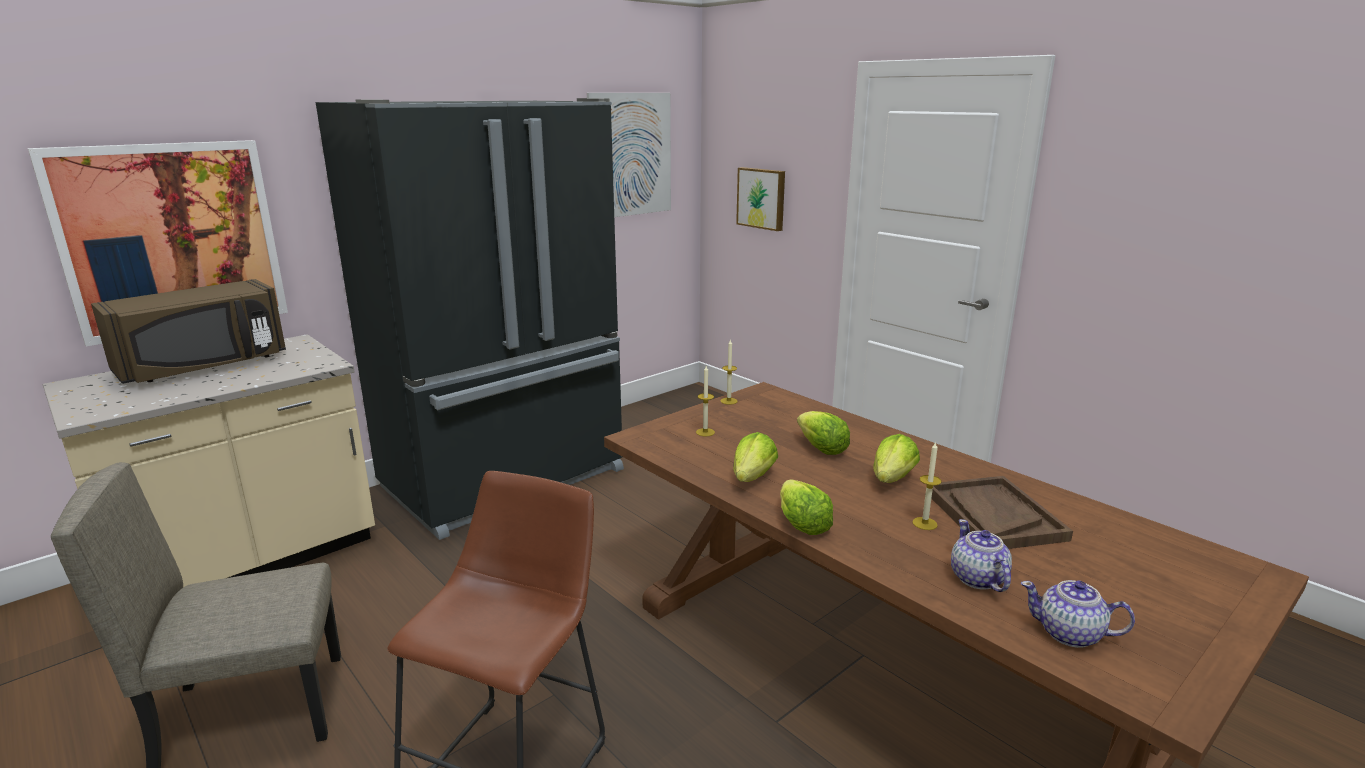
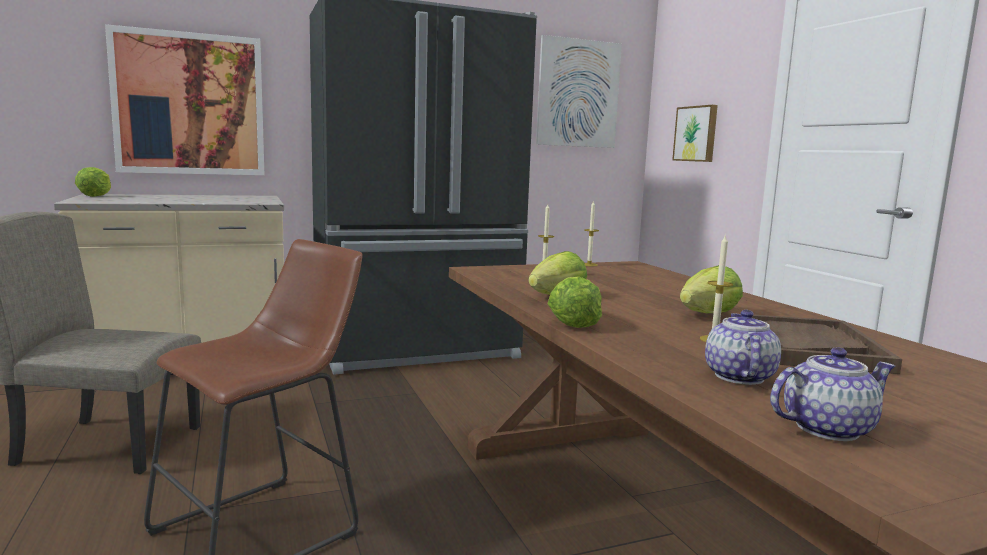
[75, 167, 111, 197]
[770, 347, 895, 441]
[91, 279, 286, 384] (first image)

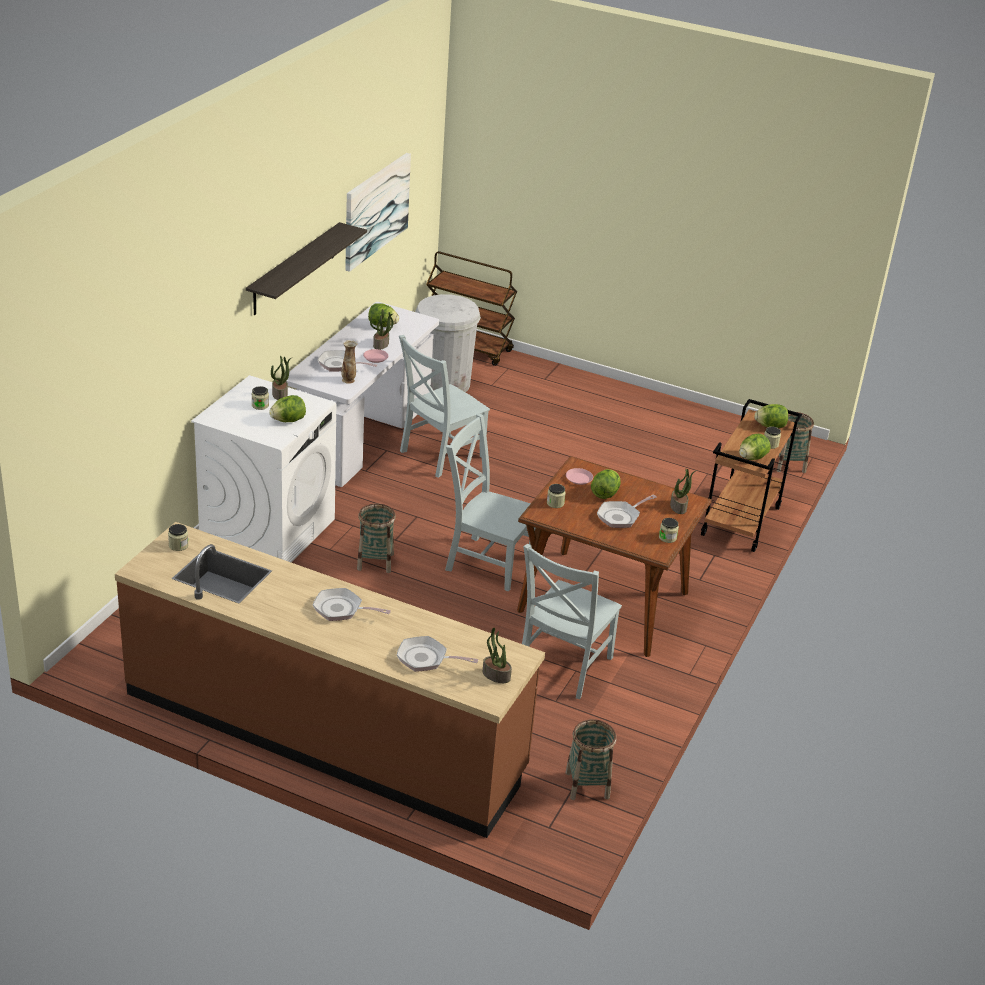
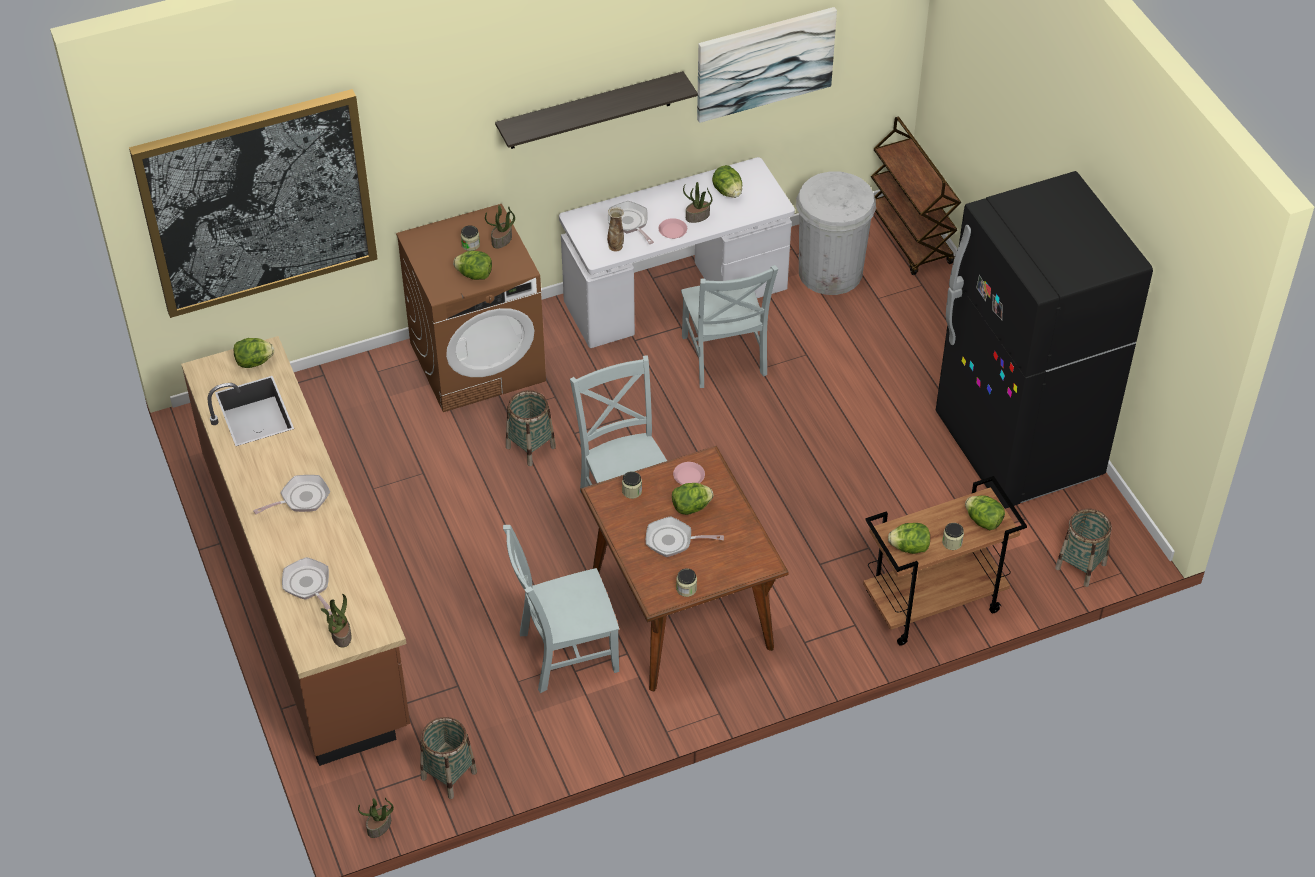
[129, 89, 378, 318]
[233, 338, 274, 368]
[253, 475, 330, 514]
[358, 798, 394, 838]
[396, 204, 546, 412]
[681, 265, 778, 388]
[936, 171, 1153, 509]

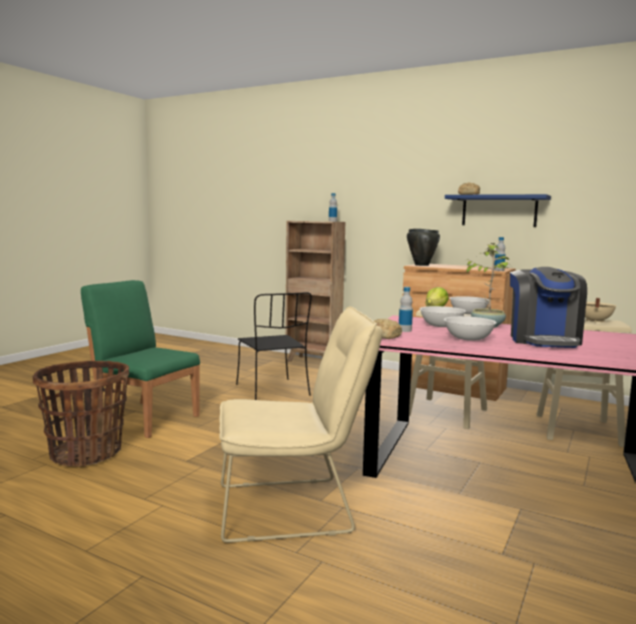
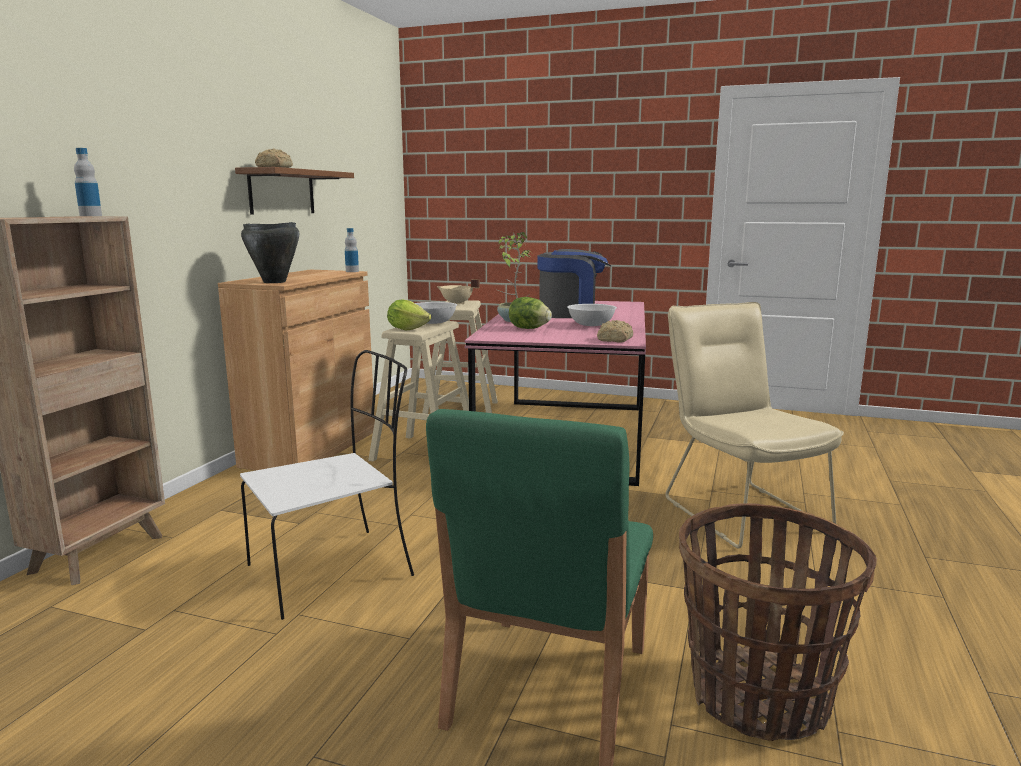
[235, 167, 354, 215]
[240, 350, 414, 620]
[509, 297, 552, 329]
[399, 287, 413, 332] (first image)

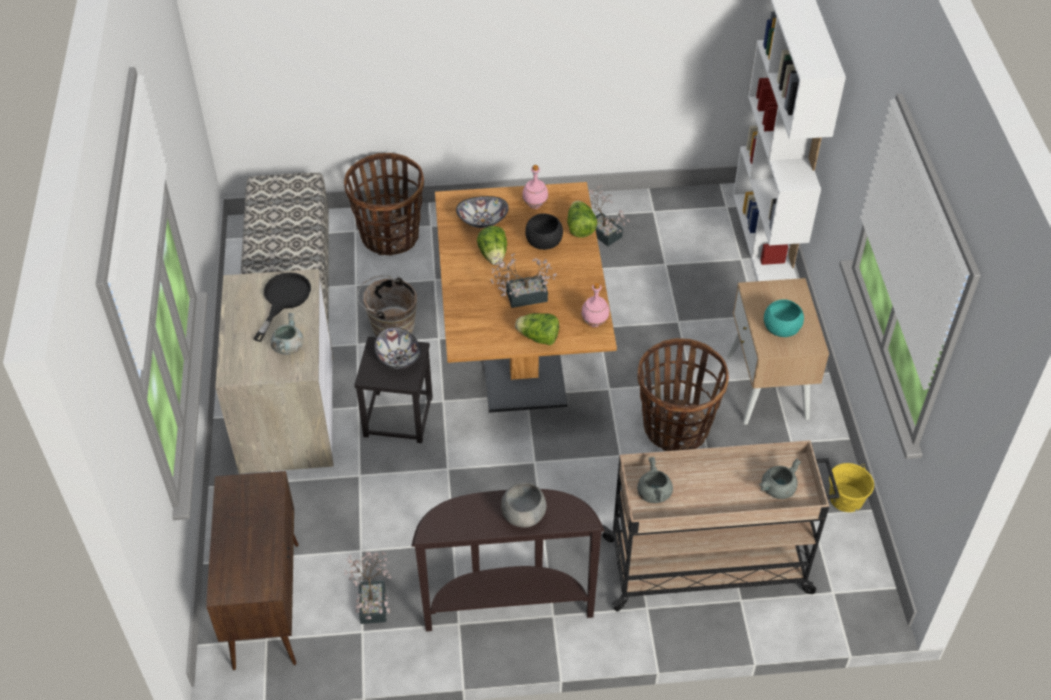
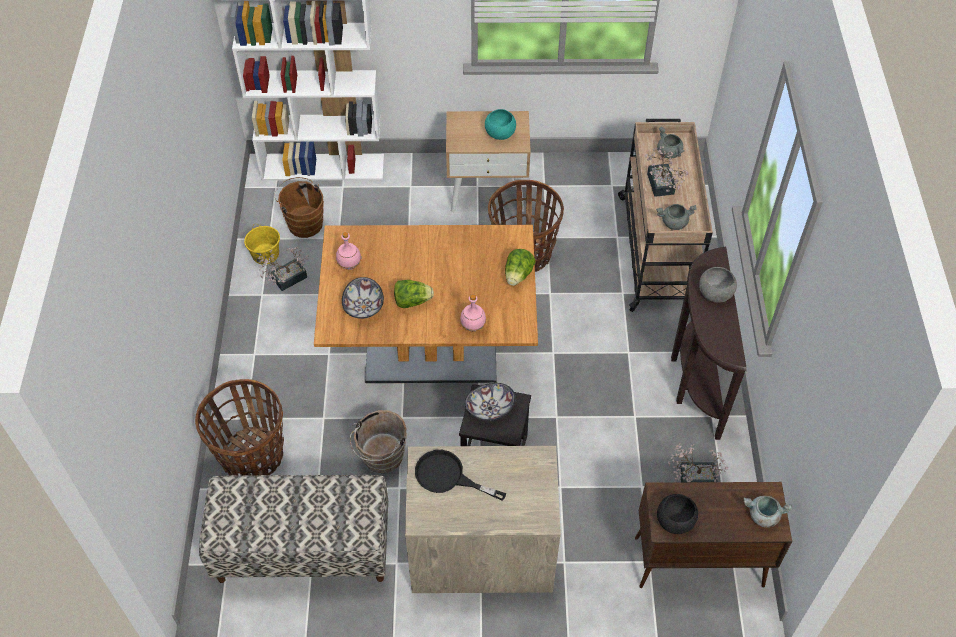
[244, 224, 280, 265]
[275, 177, 324, 238]
[460, 294, 486, 332]
[645, 146, 688, 197]
[657, 494, 698, 534]
[744, 496, 792, 528]
[567, 201, 597, 238] (first image)

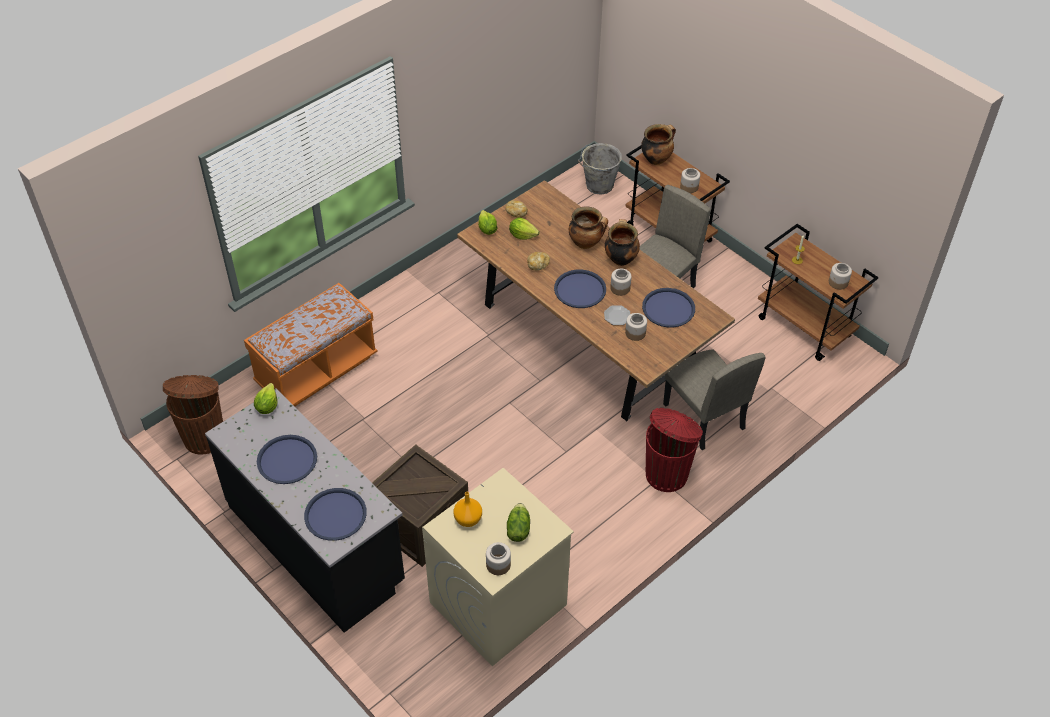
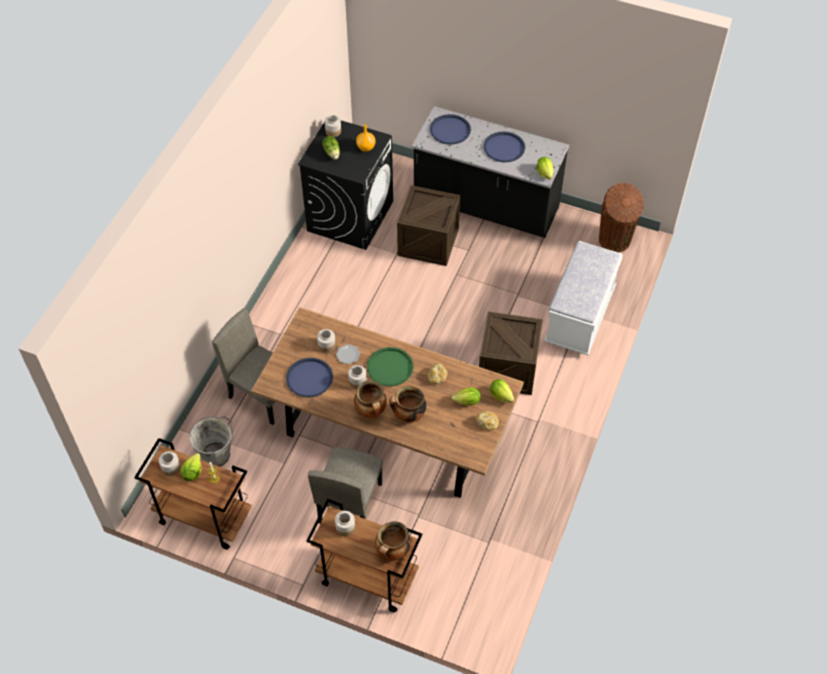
[181, 453, 202, 481]
[189, 416, 233, 467]
[298, 120, 393, 250]
[367, 347, 414, 386]
[479, 311, 543, 395]
[544, 241, 623, 355]
[646, 408, 703, 492] (first image)

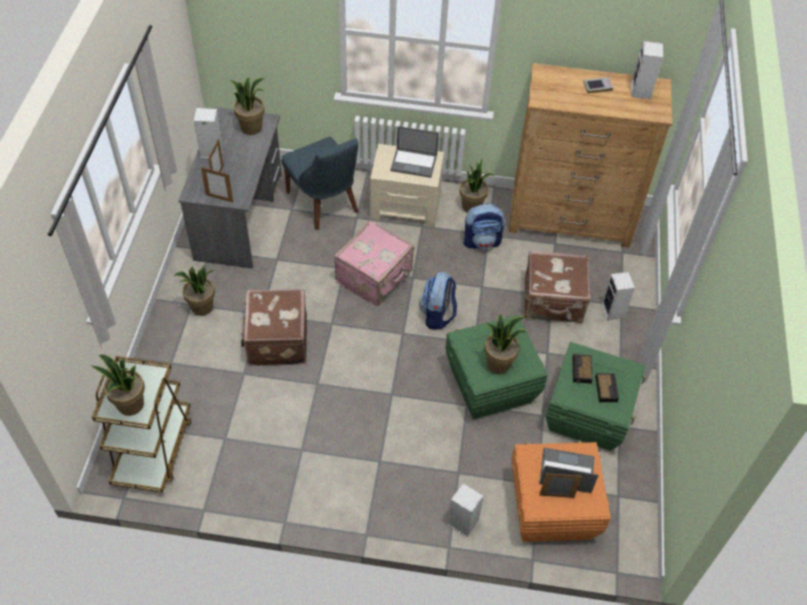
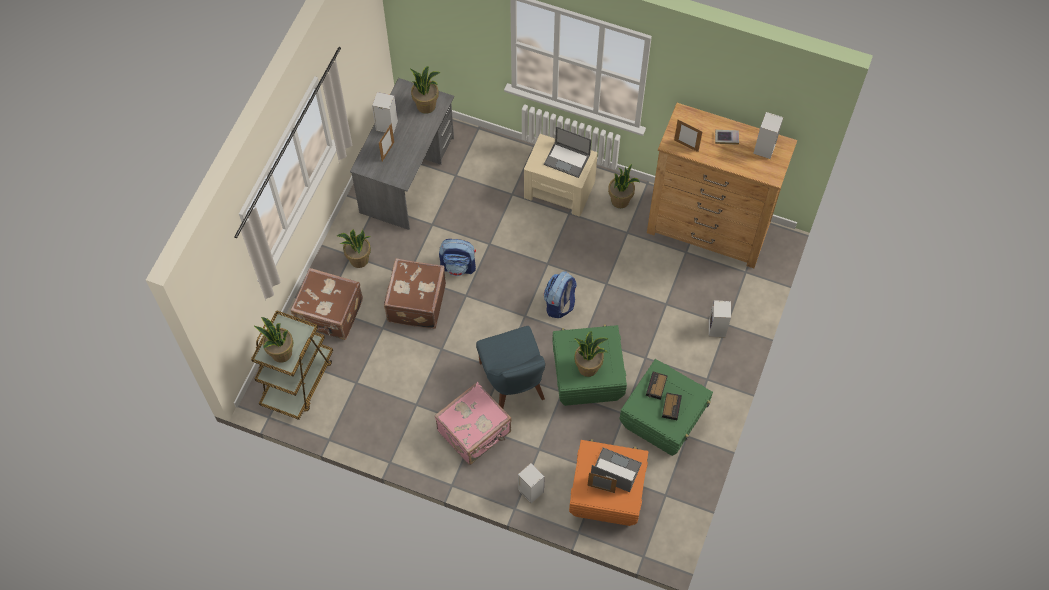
[291, 268, 363, 340]
[435, 382, 512, 465]
[439, 239, 476, 276]
[476, 326, 545, 409]
[674, 120, 703, 152]

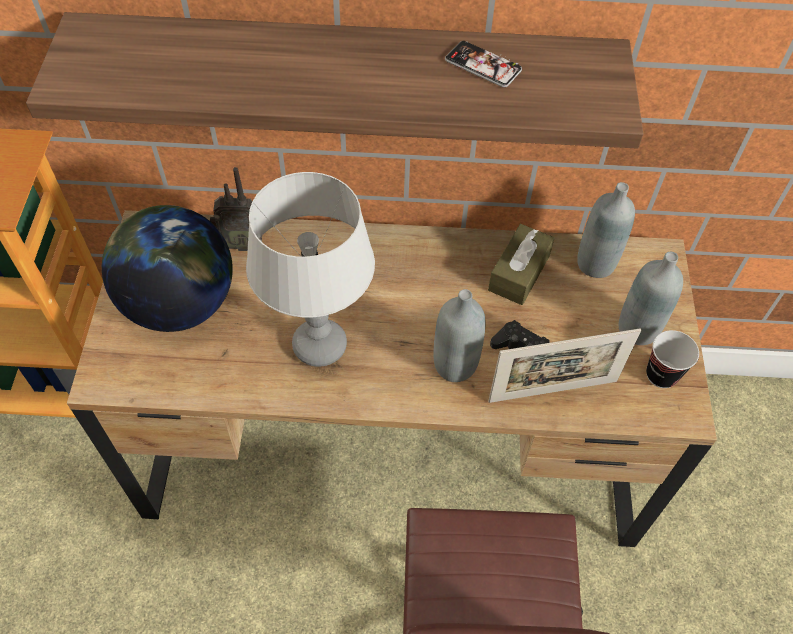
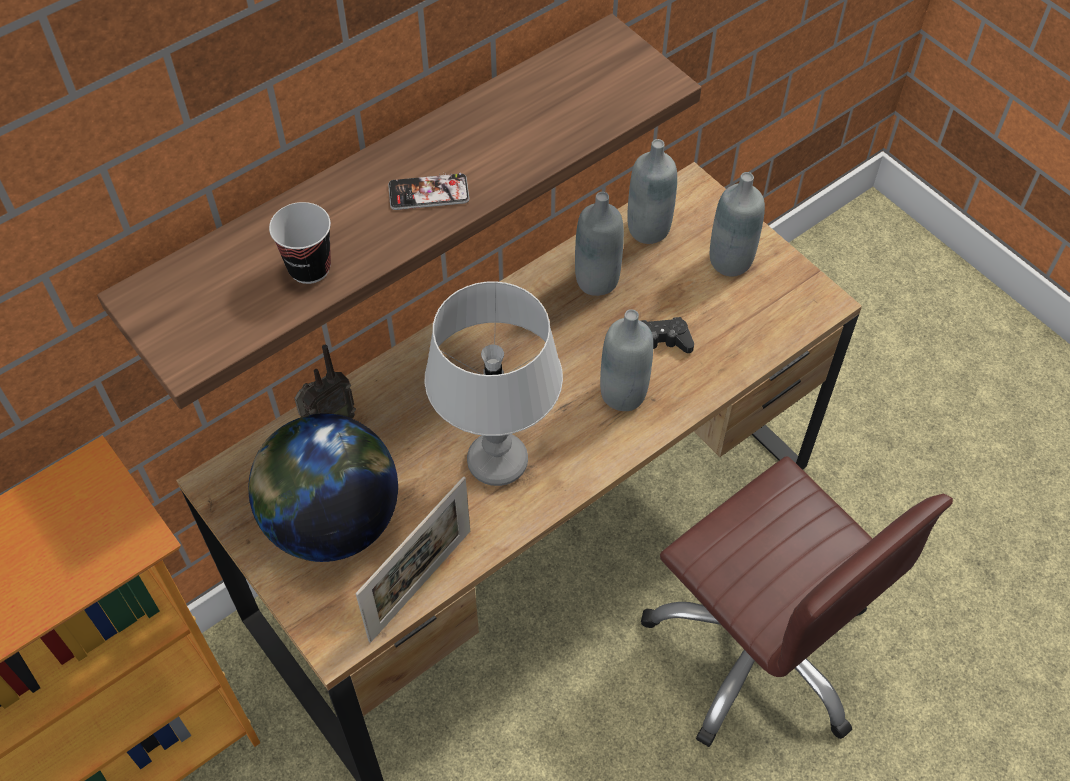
[269, 202, 331, 284]
[356, 477, 470, 643]
[388, 173, 469, 210]
[575, 192, 624, 296]

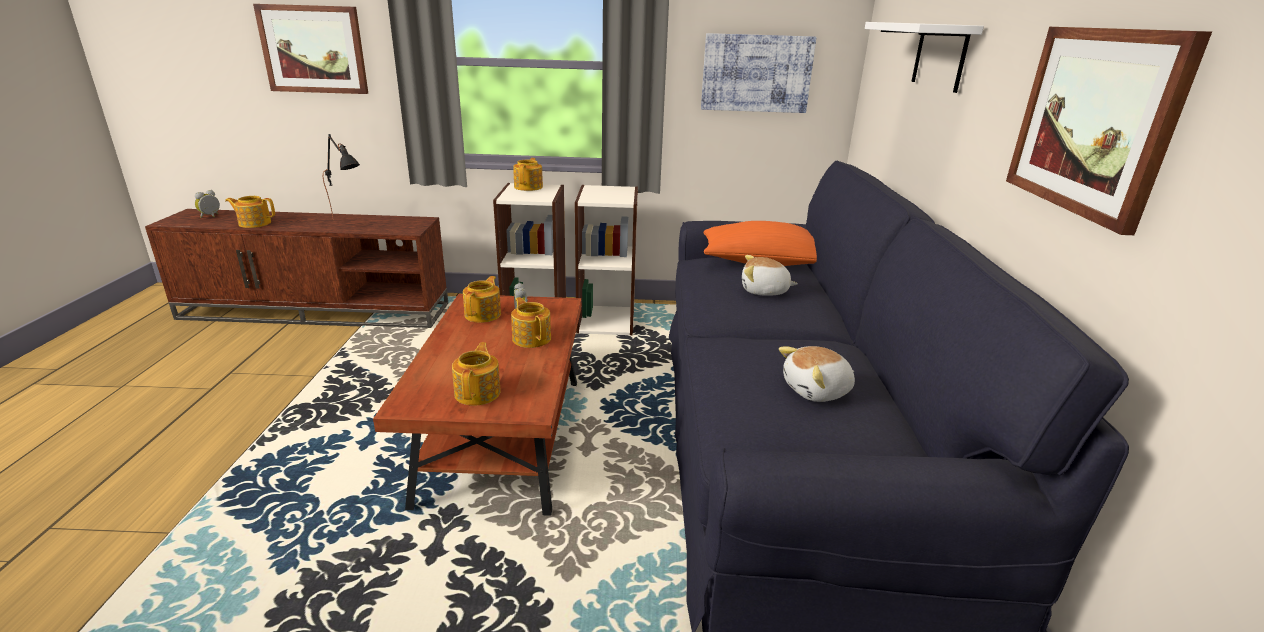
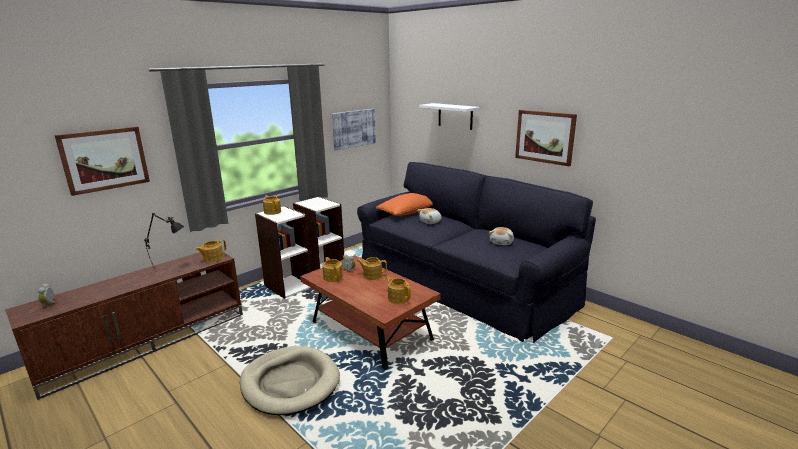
[196, 239, 226, 263]
[240, 346, 340, 415]

